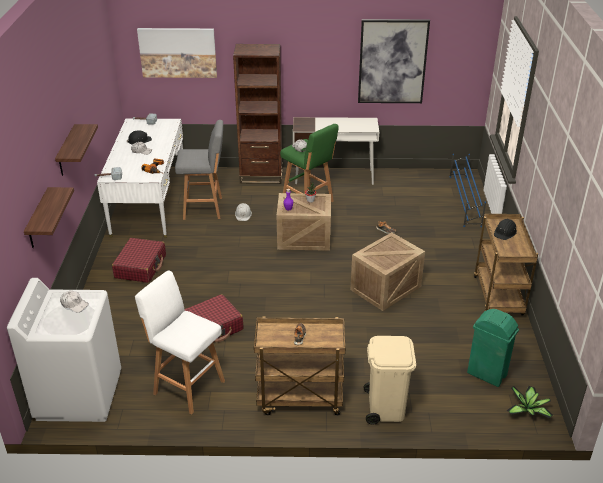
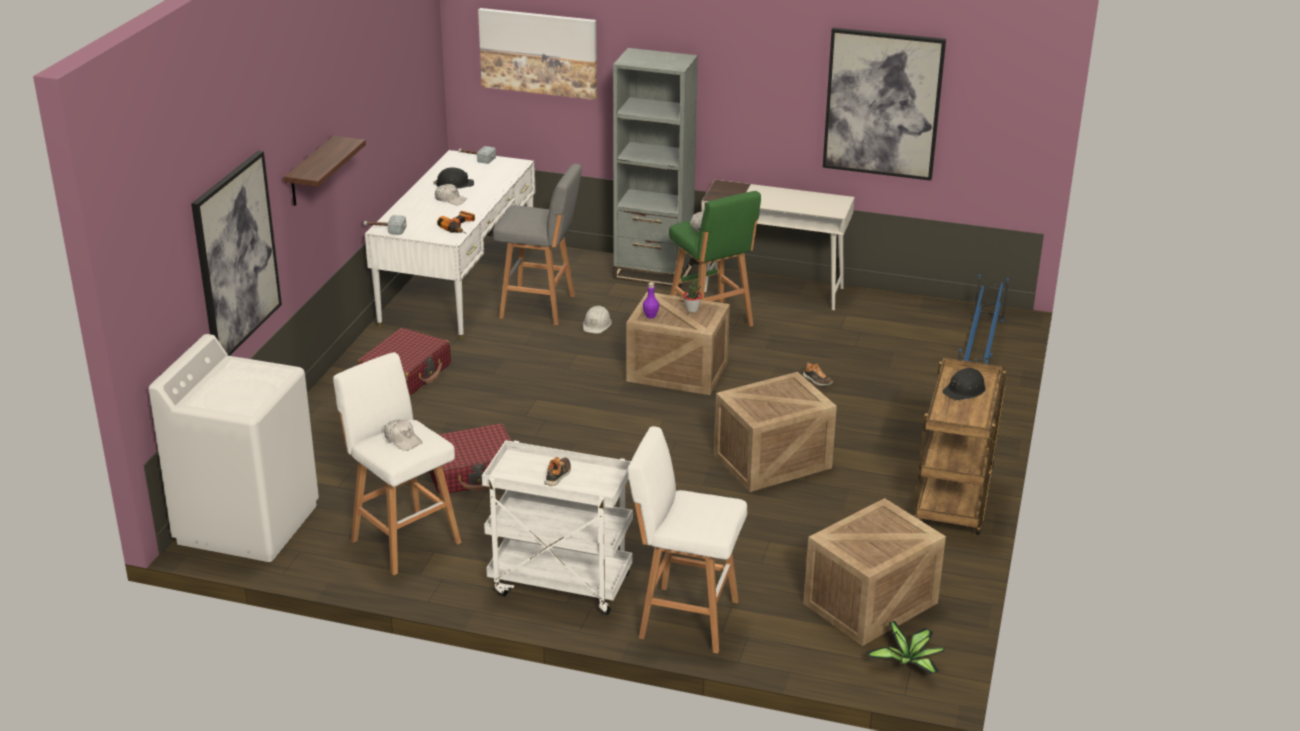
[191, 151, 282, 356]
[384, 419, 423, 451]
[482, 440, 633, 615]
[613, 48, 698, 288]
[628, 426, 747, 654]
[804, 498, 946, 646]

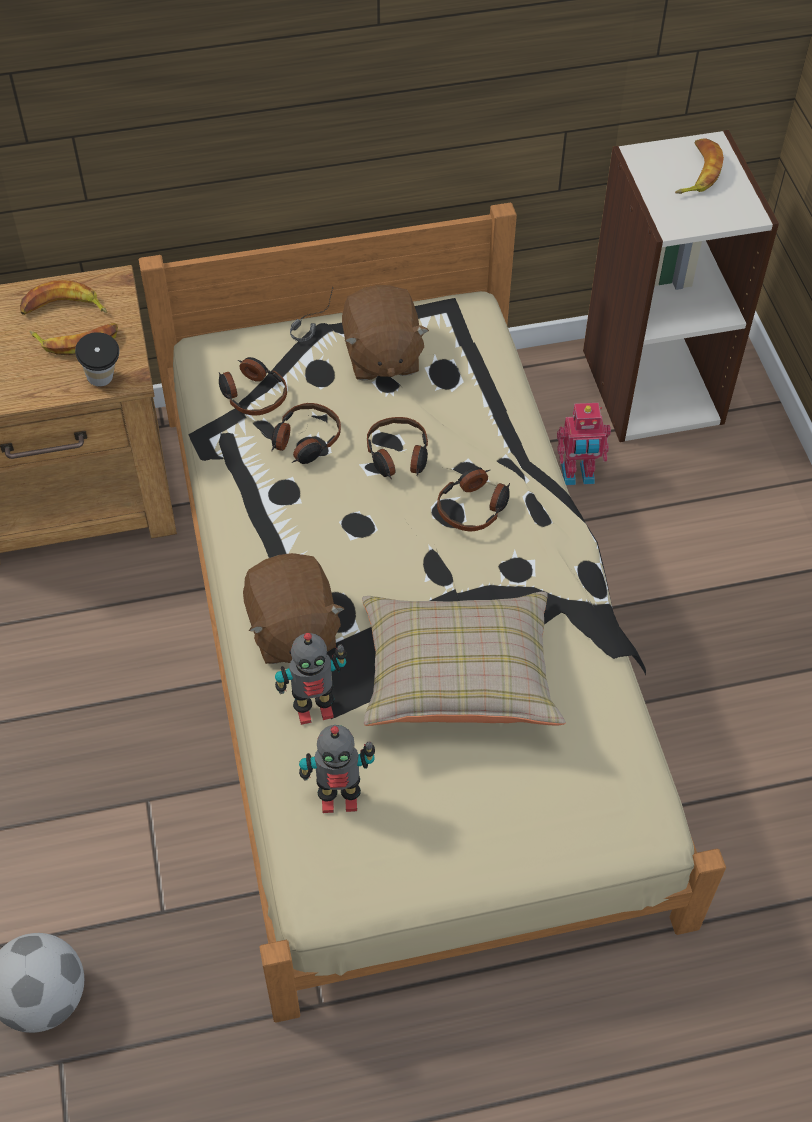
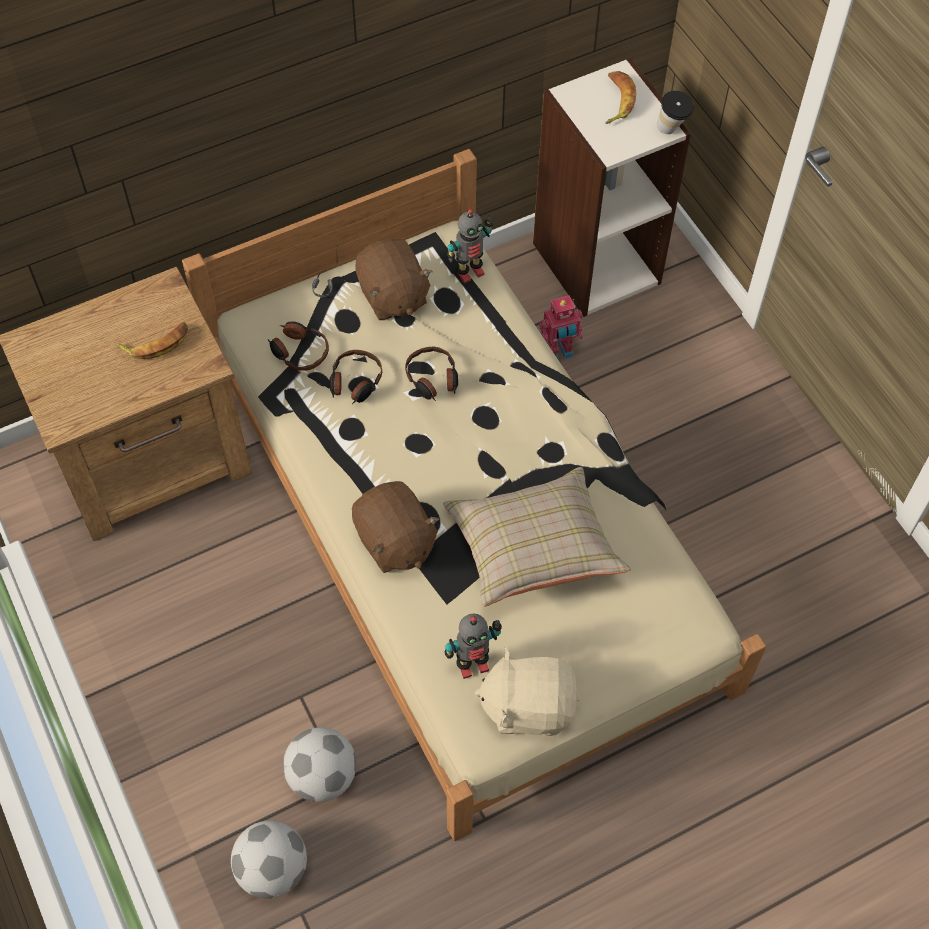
[283, 727, 357, 802]
[447, 209, 493, 284]
[474, 647, 580, 736]
[657, 91, 694, 134]
[20, 280, 107, 315] (first image)
[437, 467, 510, 532] (first image)

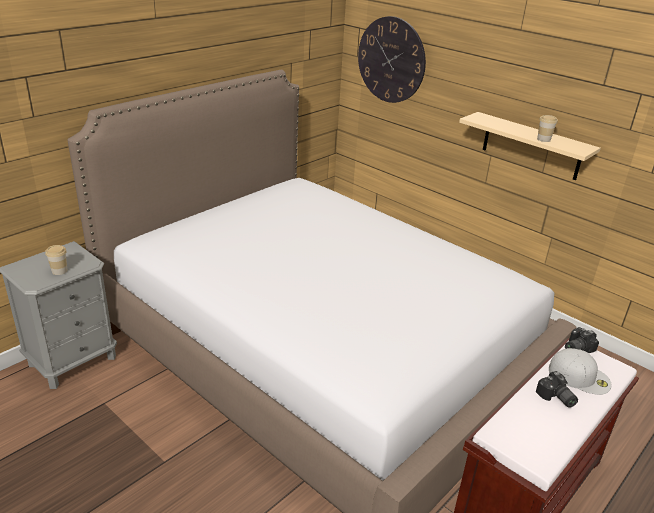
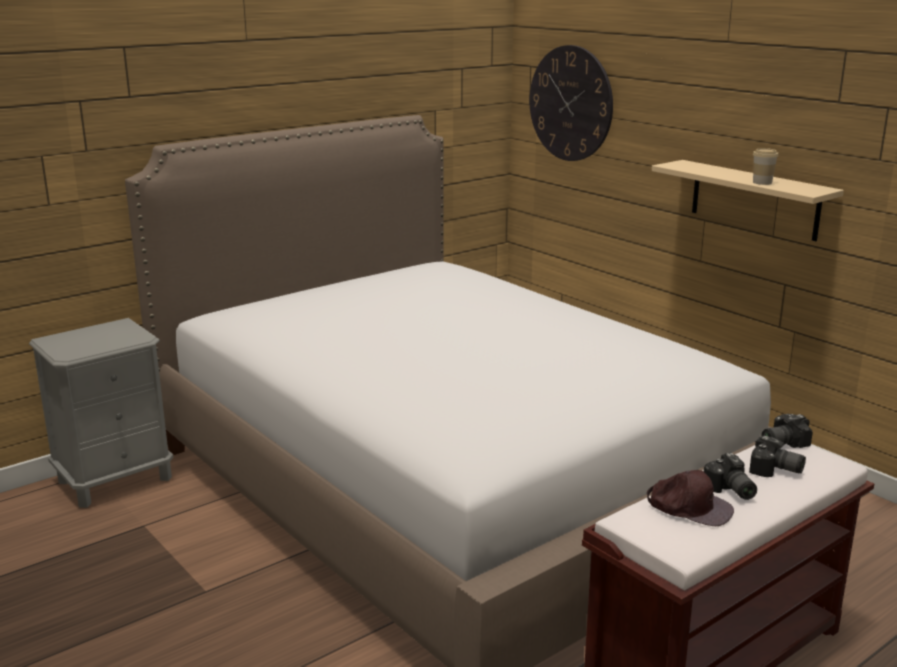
[647, 470, 734, 526]
[749, 436, 806, 477]
[45, 245, 67, 275] (first image)

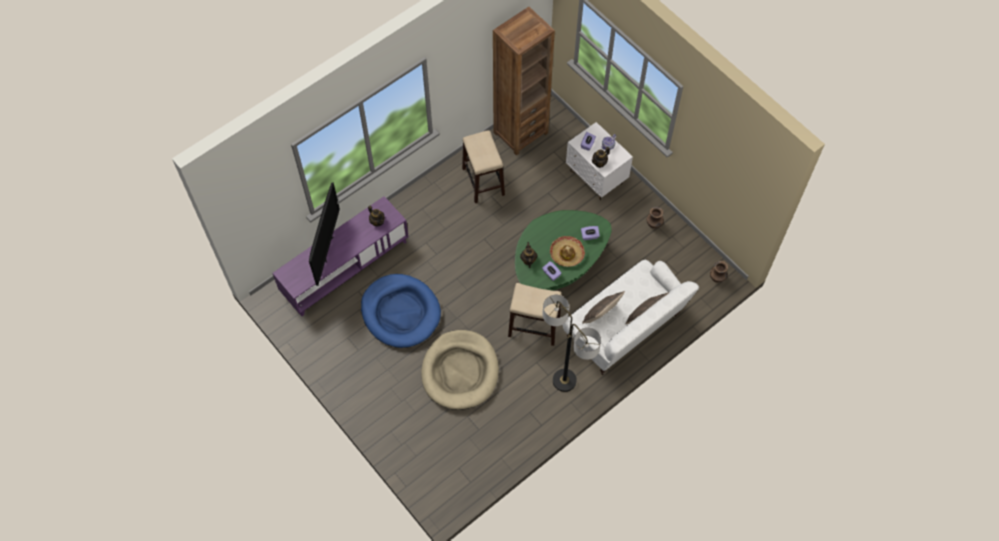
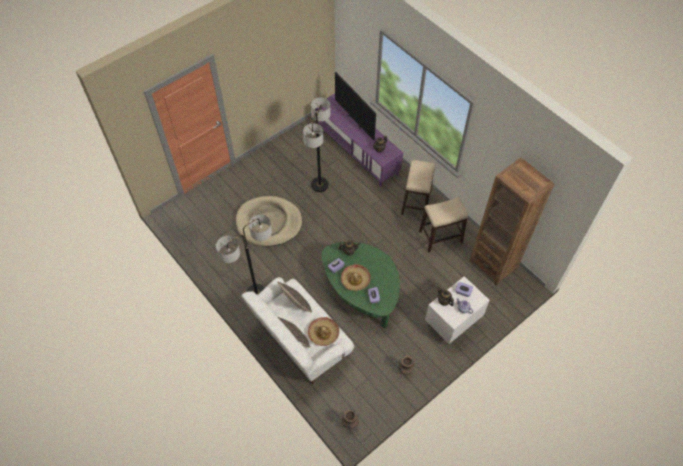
[303, 97, 330, 192]
[308, 317, 339, 346]
[335, 72, 376, 140]
[401, 160, 435, 219]

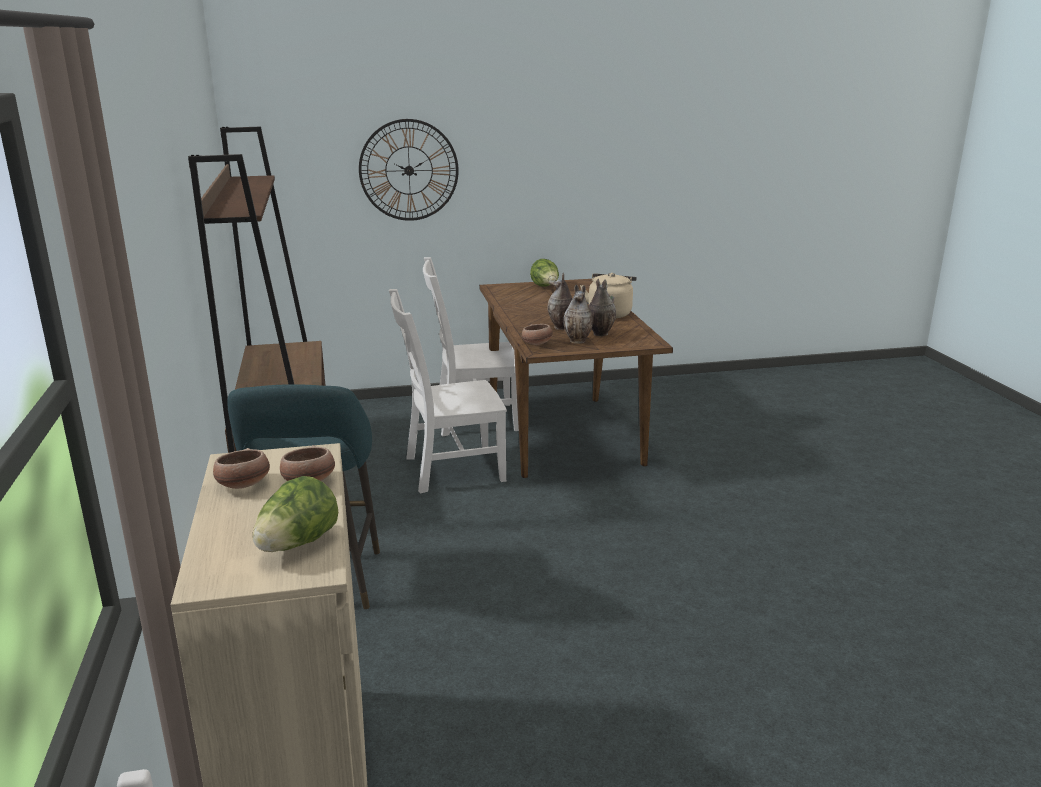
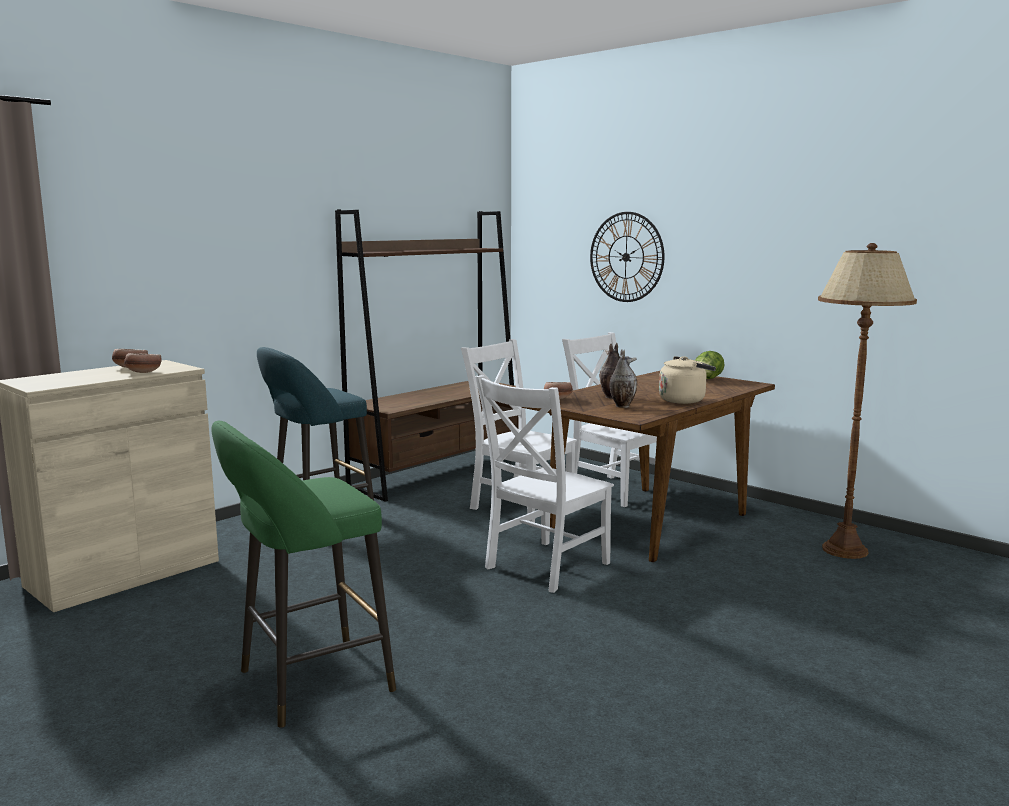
[212, 420, 396, 728]
[475, 375, 614, 593]
[818, 243, 917, 559]
[252, 476, 338, 552] (first image)
[563, 284, 593, 344] (first image)

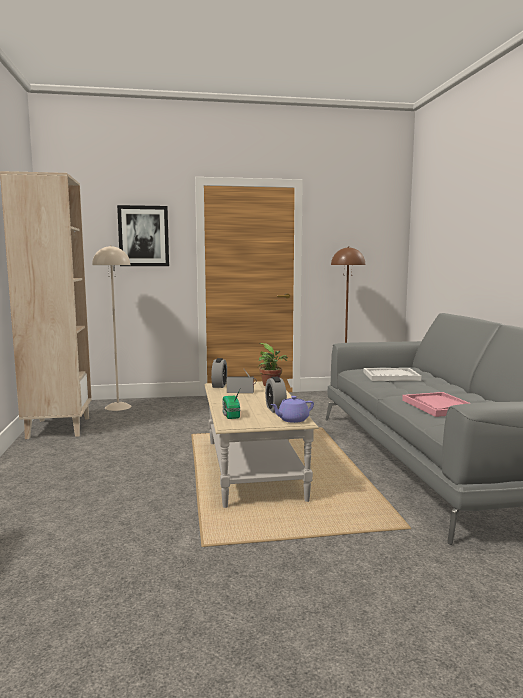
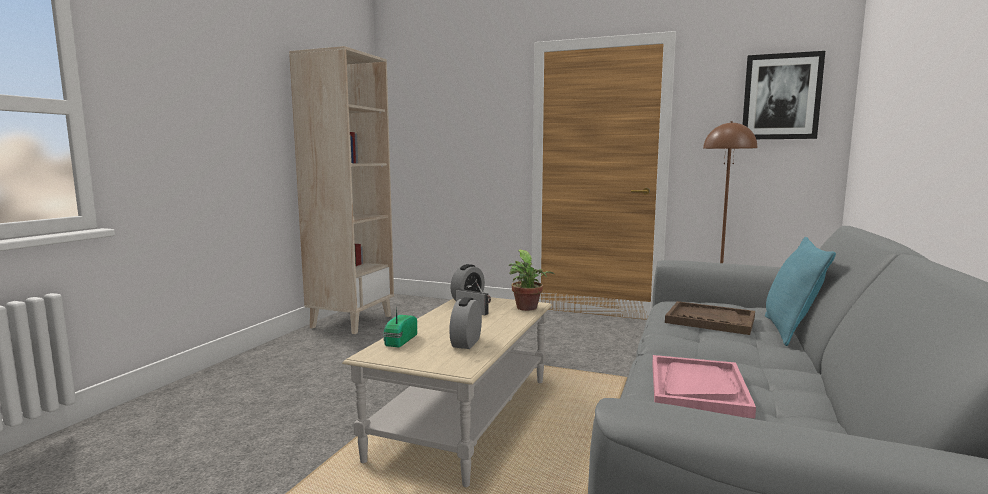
[665, 301, 755, 335]
[742, 51, 825, 139]
[765, 237, 836, 346]
[92, 245, 132, 411] (first image)
[270, 396, 314, 423] (first image)

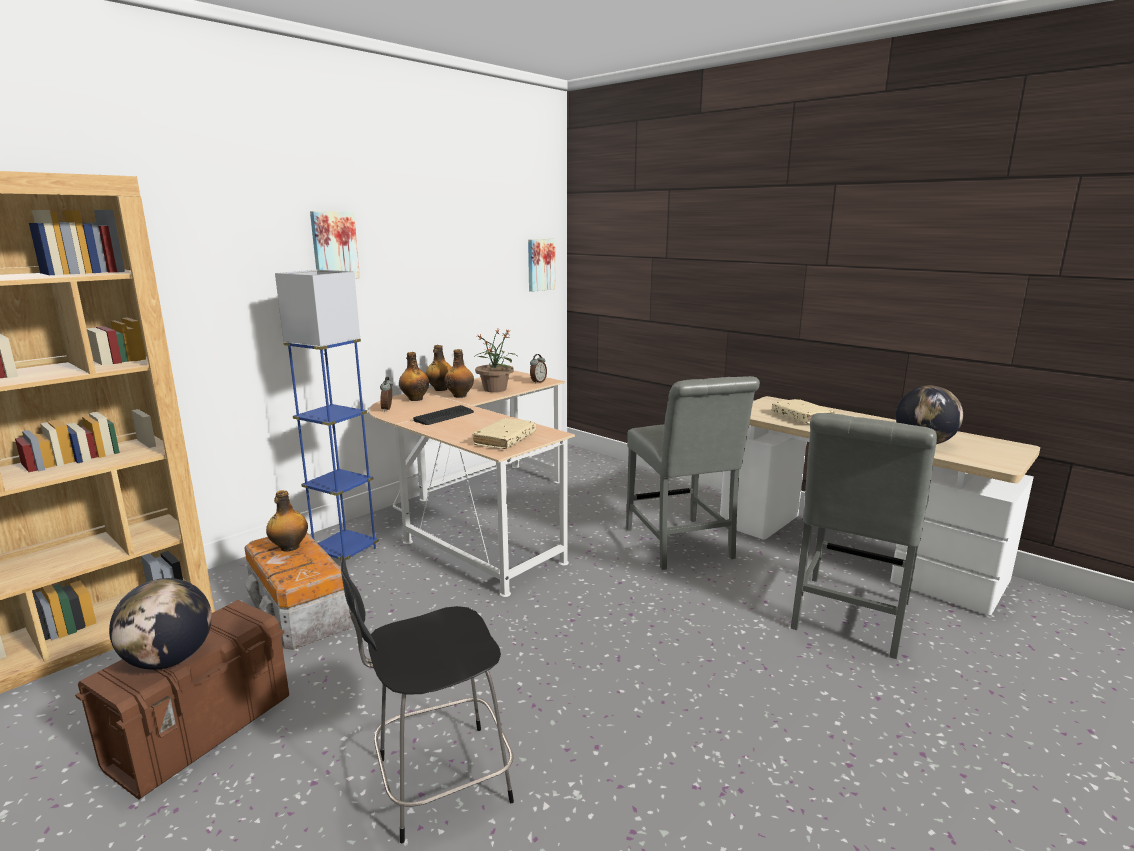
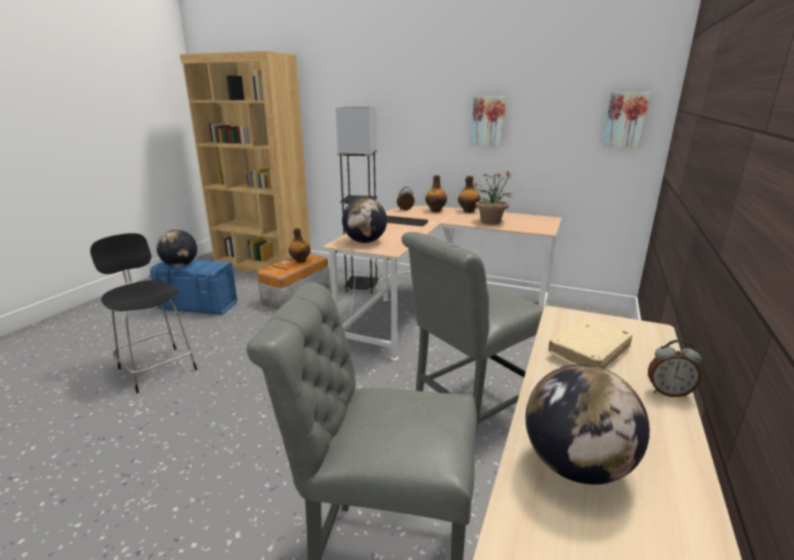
[149, 260, 237, 315]
[336, 107, 379, 294]
[342, 198, 387, 243]
[471, 96, 506, 147]
[648, 340, 701, 397]
[445, 349, 474, 398] (first image)

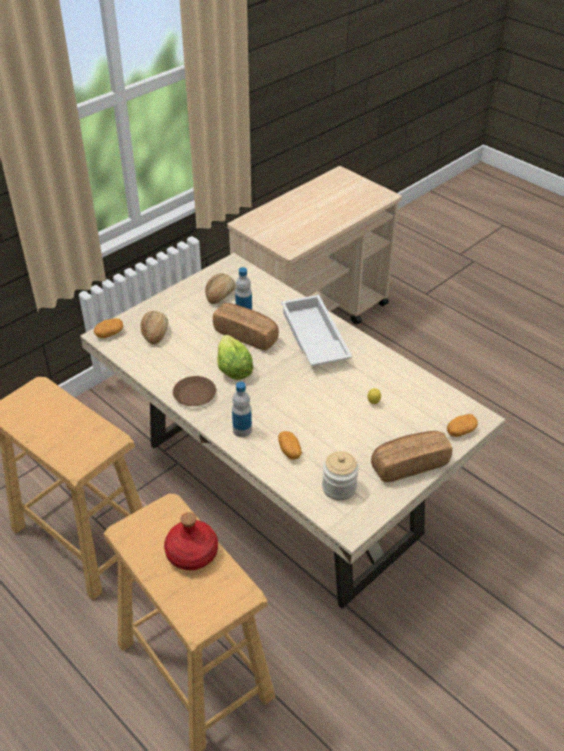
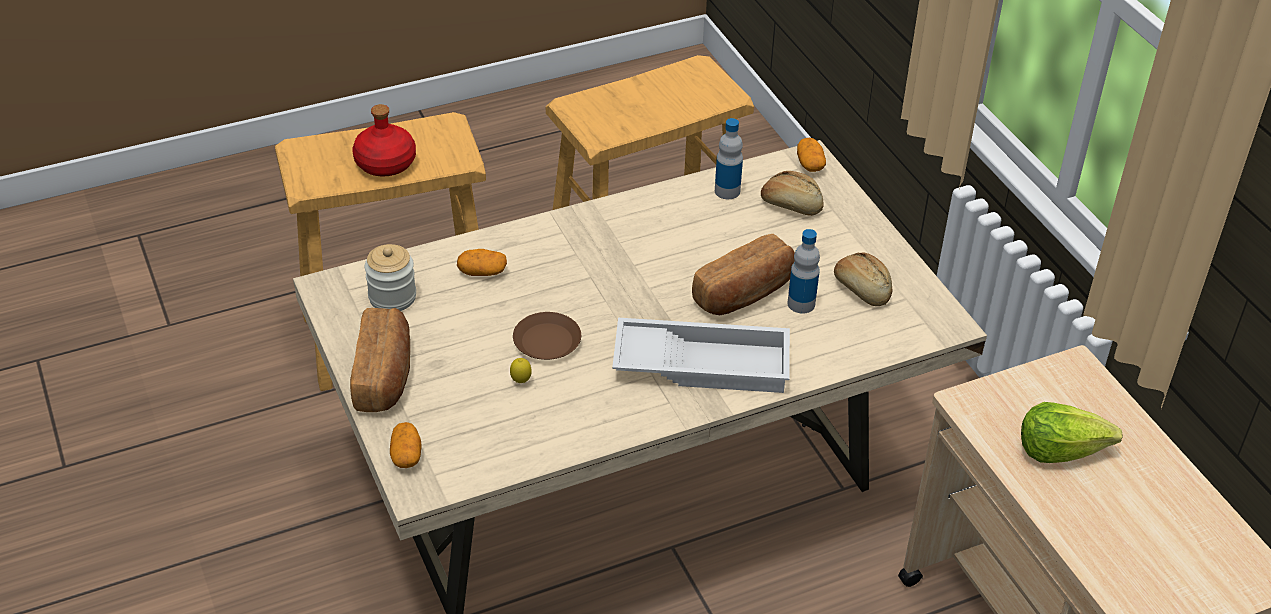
[513, 312, 581, 360]
[715, 118, 743, 199]
[1021, 402, 1123, 463]

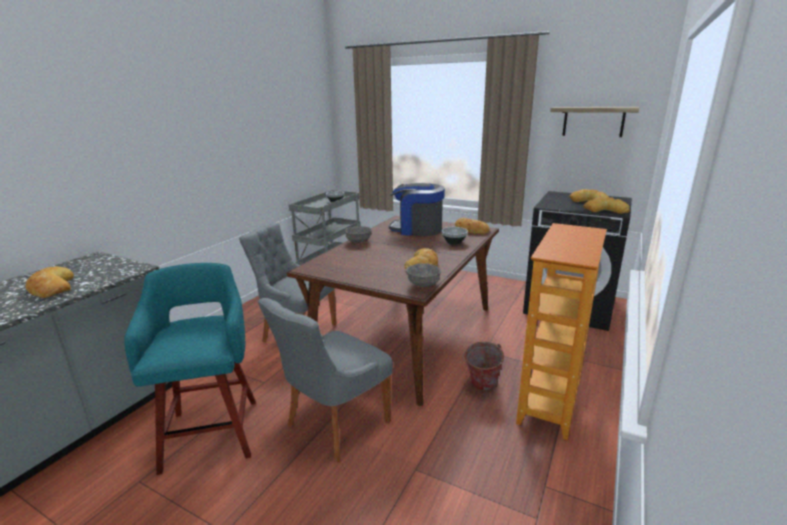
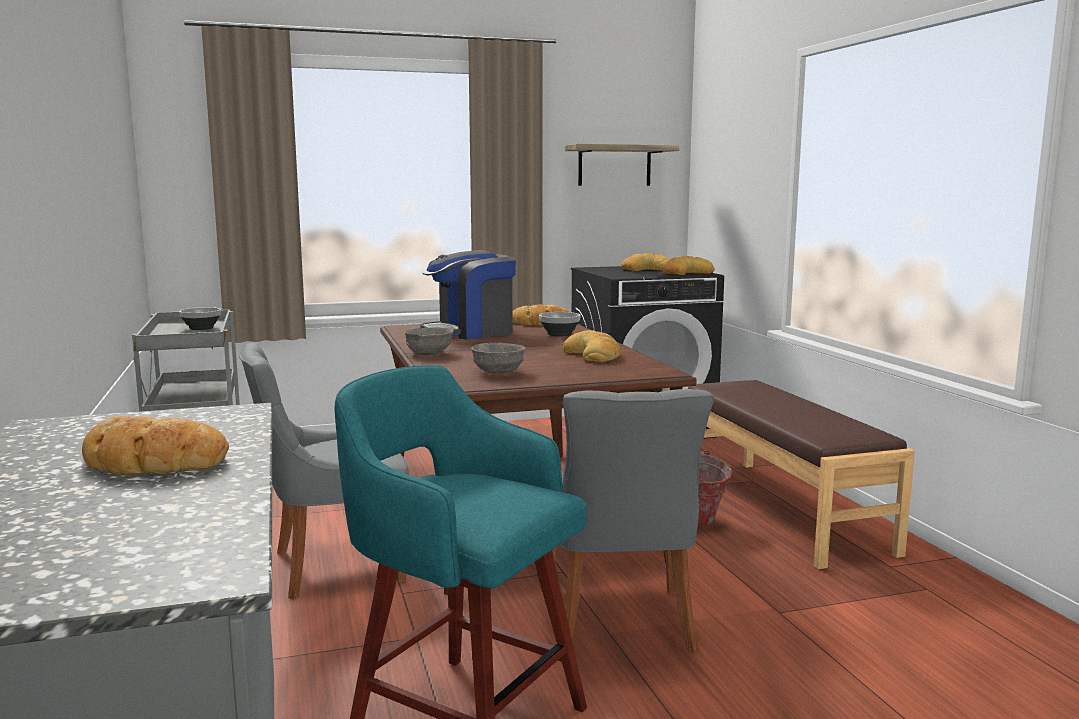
[471, 343, 525, 374]
[688, 380, 915, 569]

